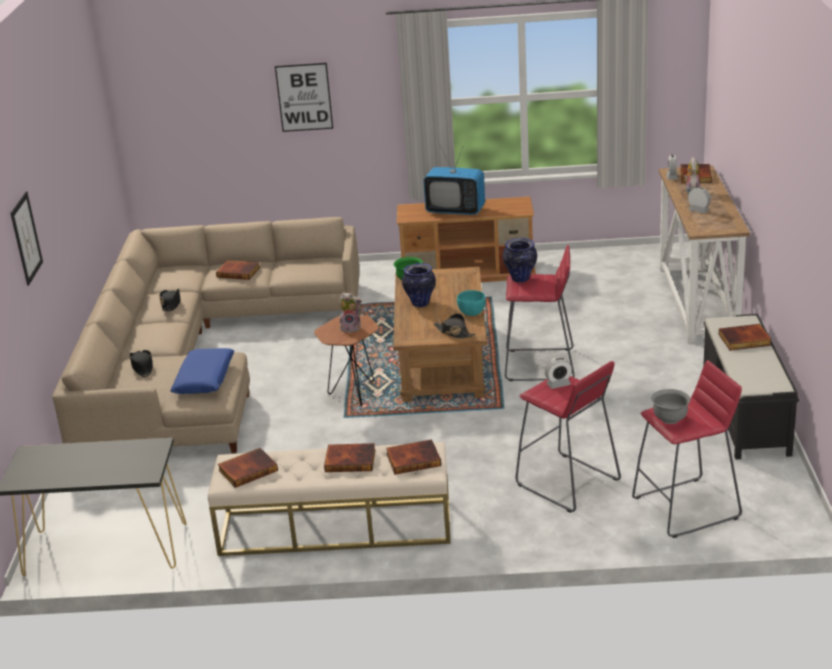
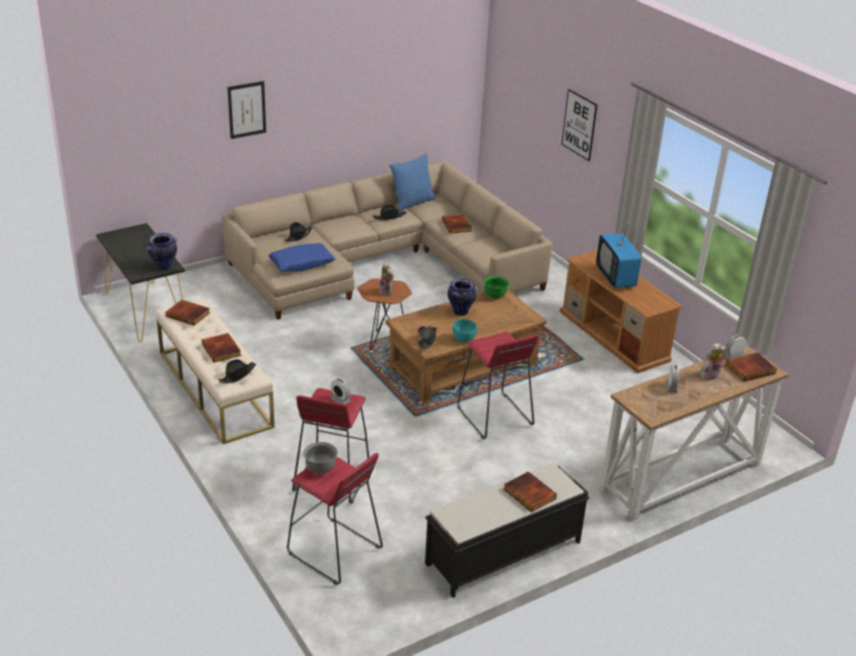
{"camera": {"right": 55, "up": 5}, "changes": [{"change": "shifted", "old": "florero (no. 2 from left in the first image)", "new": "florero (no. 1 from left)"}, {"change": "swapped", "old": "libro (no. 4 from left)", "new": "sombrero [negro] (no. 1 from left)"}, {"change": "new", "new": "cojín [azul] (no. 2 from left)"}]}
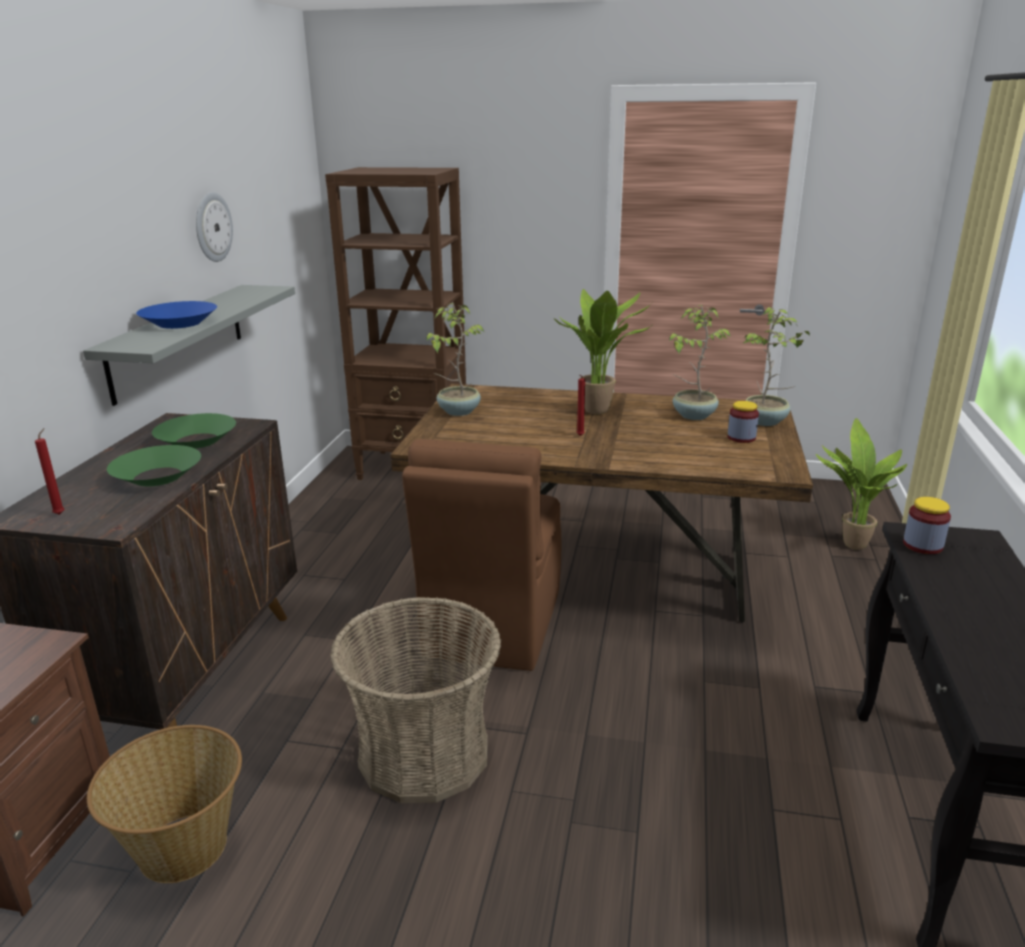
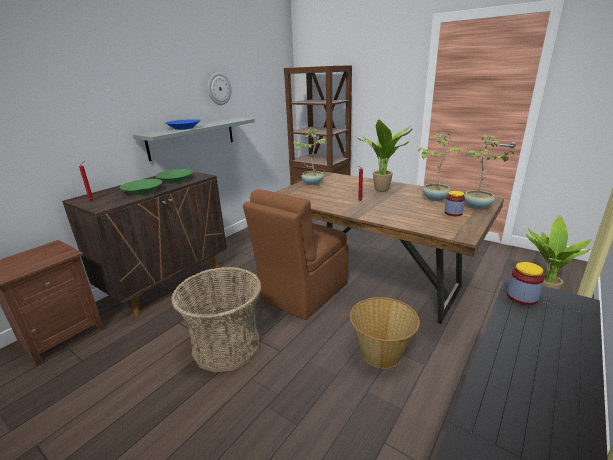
{"camera": {"right": 25, "up": 0}, "changes": [{"change": "shifted", "old": "cesta (no. 1 from left in the first image)", "new": "cesta (no. 2 from left)"}]}
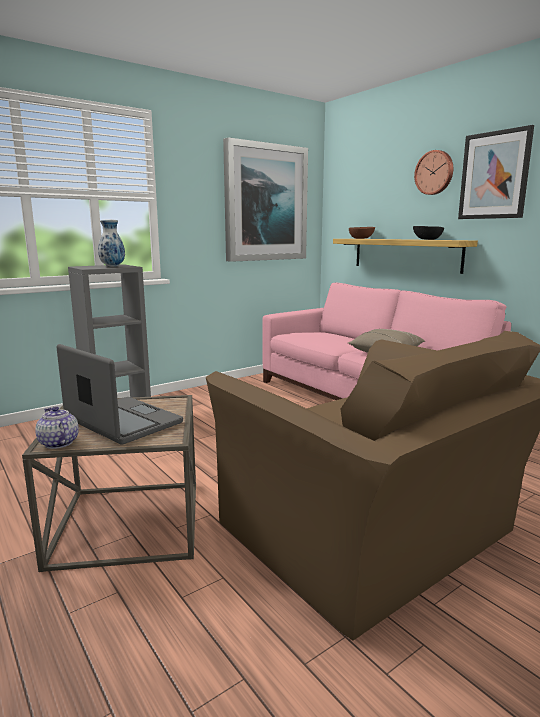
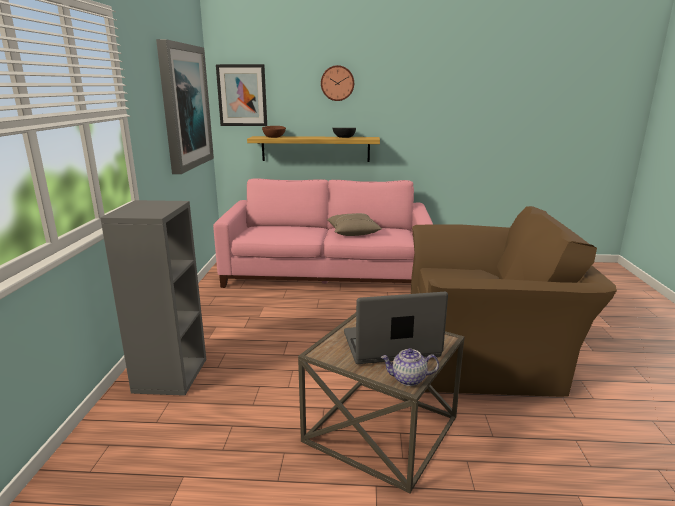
{"camera": {"right": -50, "up": 5}, "changes": [{"change": "shifted", "old": "cuadro (no. 2 from left)"}, {"change": "gone", "old": "florero"}]}
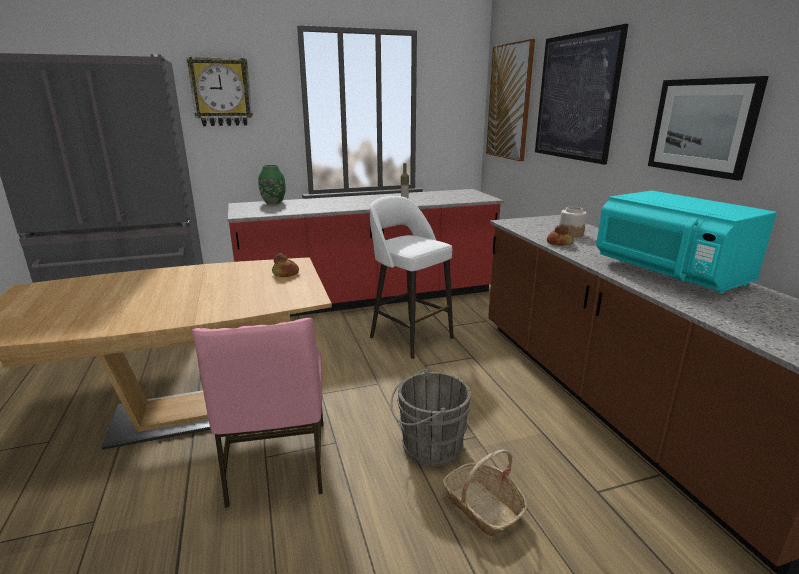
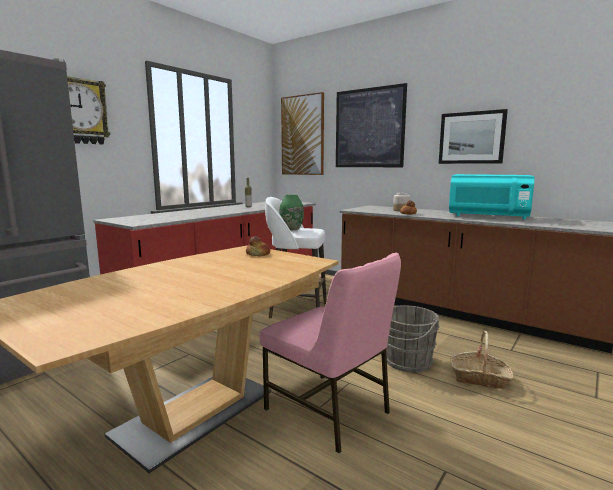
{"camera": {"right": -35, "up": -10}, "changes": [{"change": "shifted", "old": "florero [verde]"}]}
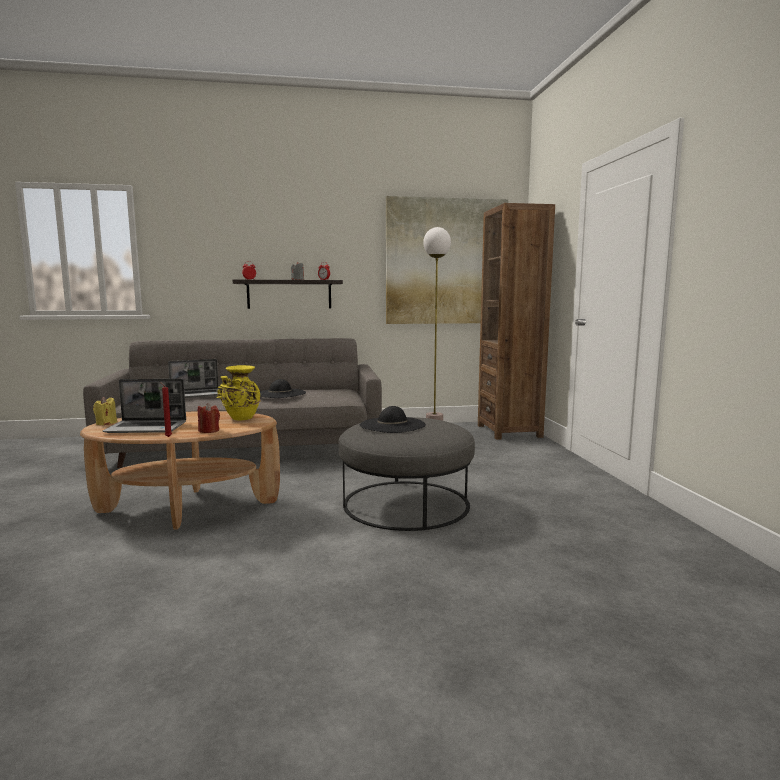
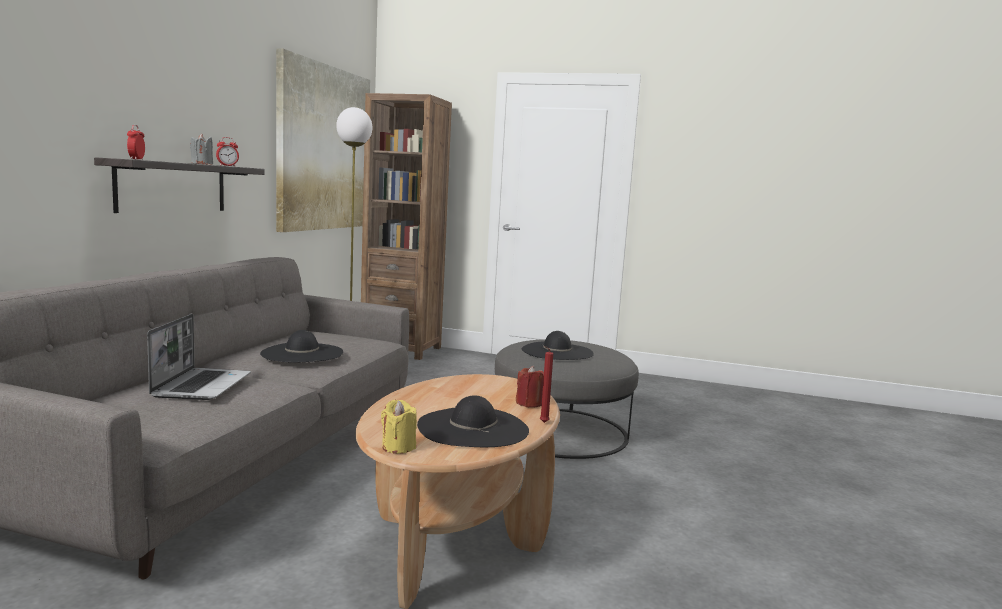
{"camera": {"right": -65, "up": 0}, "changes": [{"change": "gone", "old": "florero [amarillo]"}, {"change": "swapped", "old": "portátil (no. 1 from left)", "new": "sombrero [negro] (no. 2 from left)"}]}
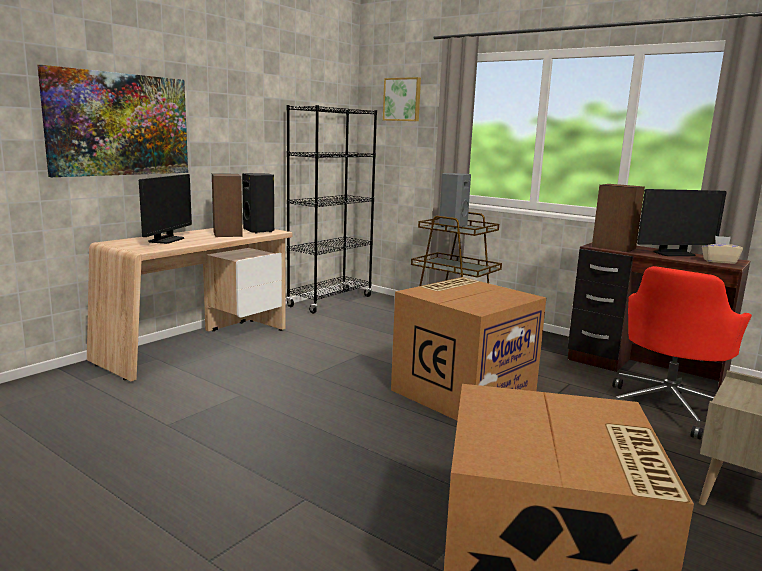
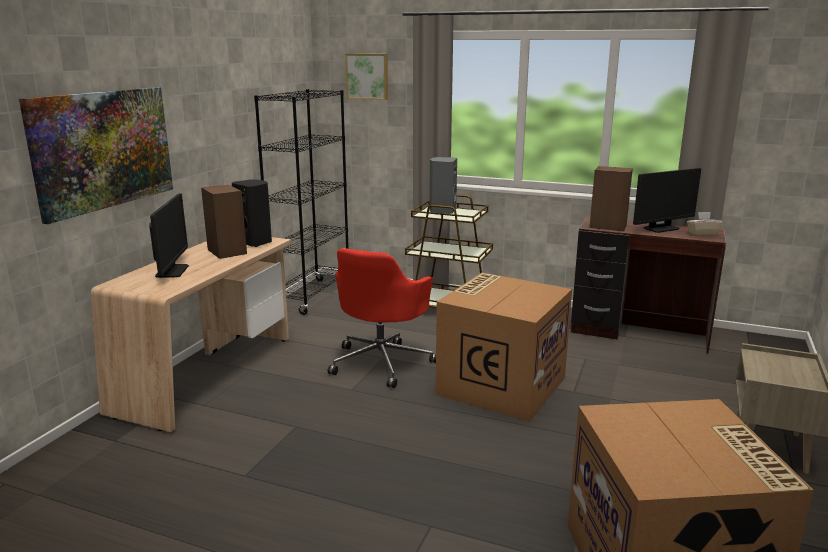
{"camera": {"right": -15, "up": 5}, "changes": [{"change": "shifted", "old": "silla de oficina [rojo]"}]}
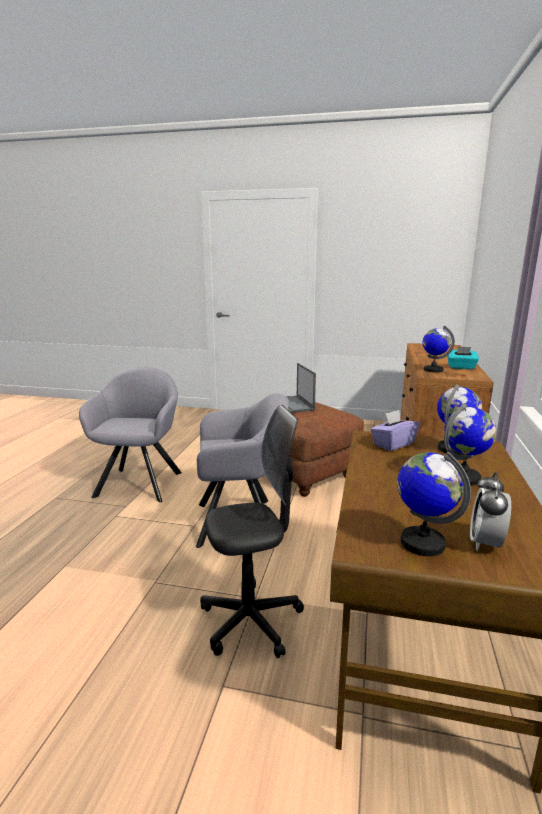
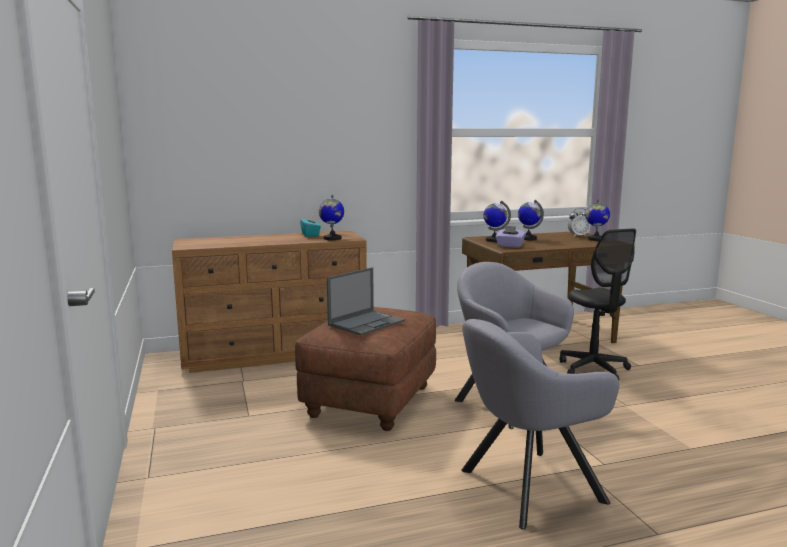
{"camera": {"right": -120, "up": -5}, "changes": [{"change": "rotated", "old": "silla de oficina [negro]", "degrees": -150}]}
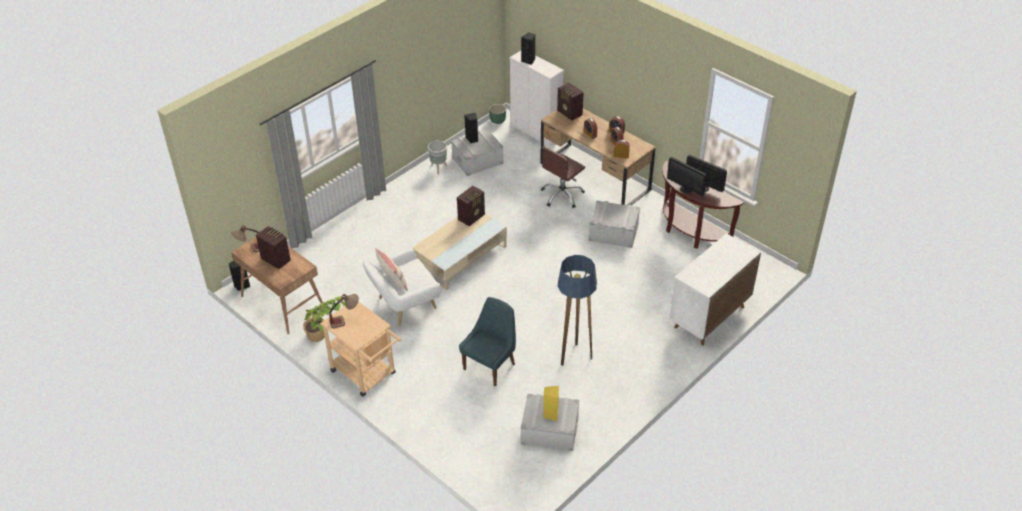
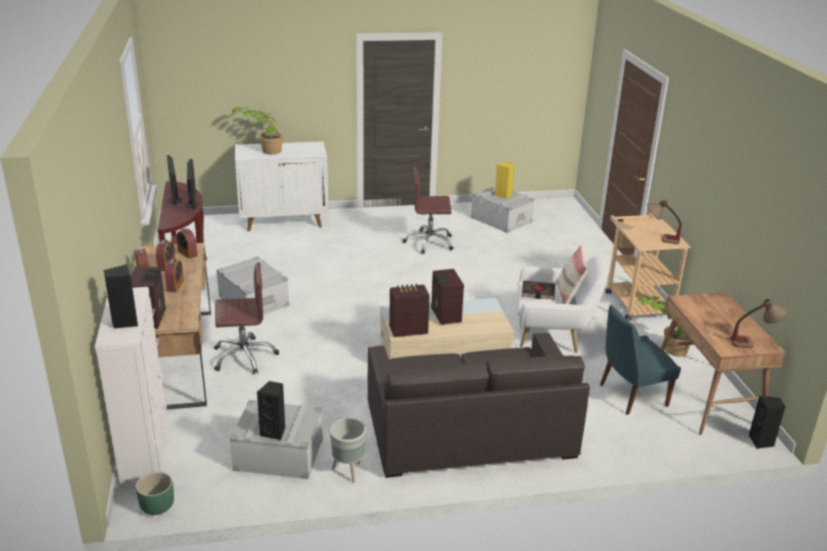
{"camera": {"right": -145, "up": -15}, "changes": [{"change": "shifted", "old": "radio (no. 1 from left in the first image)", "new": "radio (no. 3 from left)"}, {"change": "swapped", "old": "lámpara de pie", "new": "silla de oficina [marrón] (no. 2 from left)"}, {"change": "shifted", "old": "silla [azul]"}, {"change": "new", "new": "planta en maceta (no. 1 from left)"}, {"change": "new", "new": "libro [negro]"}, {"change": "new", "new": "sofá [gris]"}]}
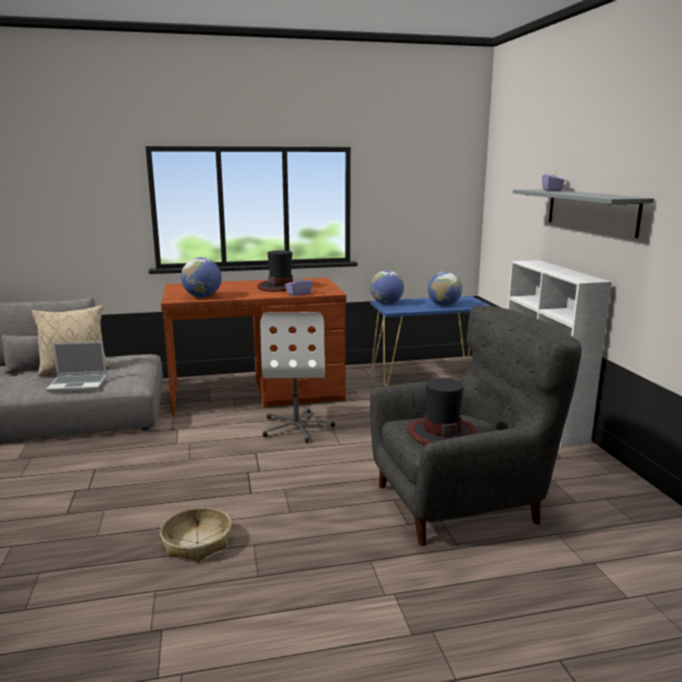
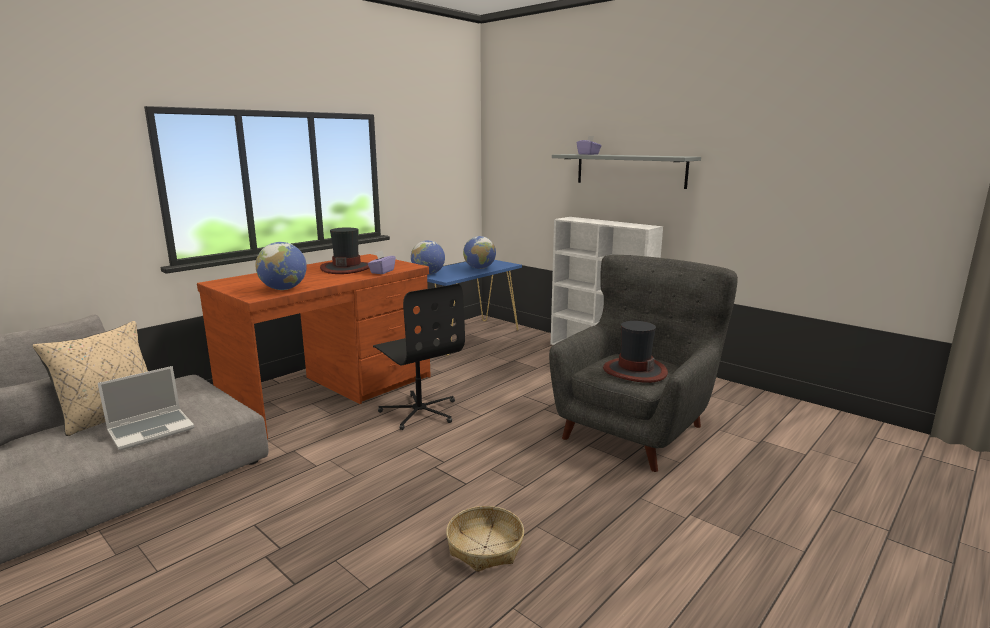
{"camera": {"right": -35, "up": 0}, "changes": [{"change": "repainted", "old": "silla de oficina [blanco]", "new": "silla de oficina [negro]"}]}
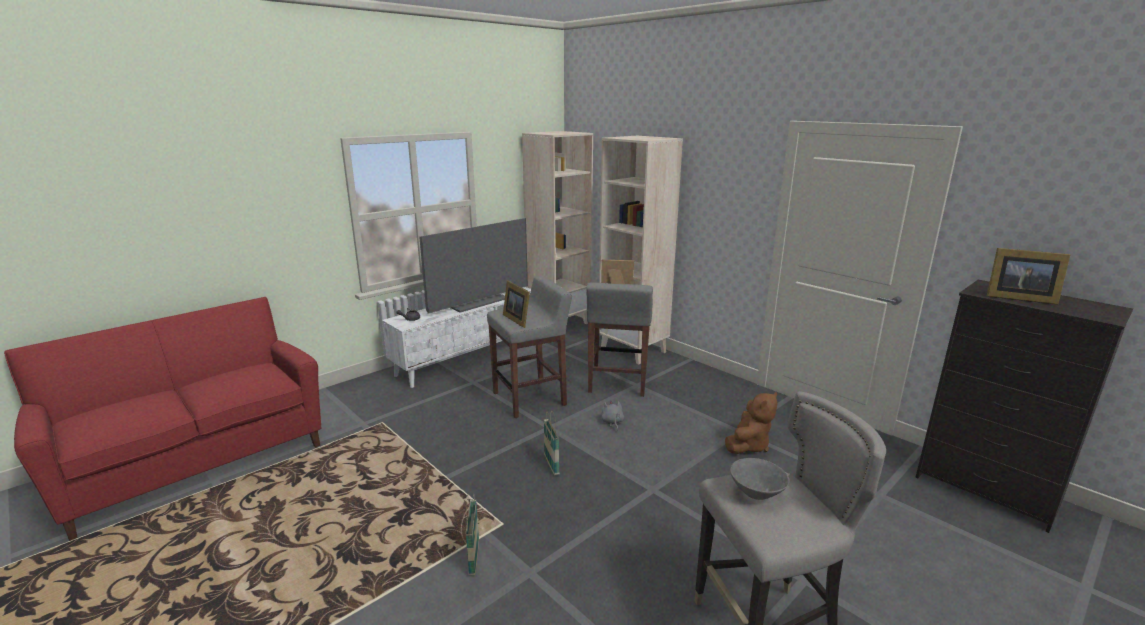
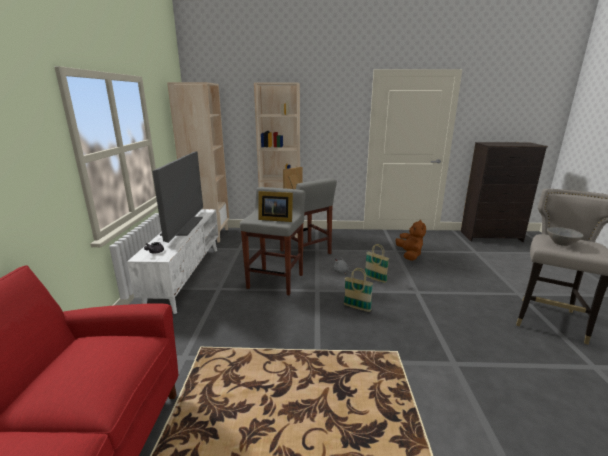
{"camera": {"right": -45, "up": 0}, "changes": [{"change": "gone", "old": "portarretratos (no. 3 from left)"}, {"change": "shifted", "old": "cesta (no. 1 from left in the first image)", "new": "cesta (no. 2 from left)"}]}
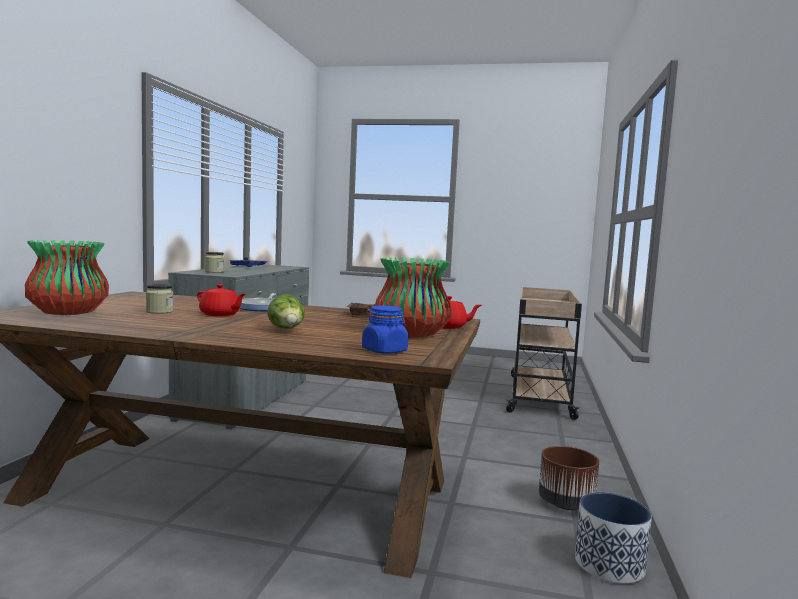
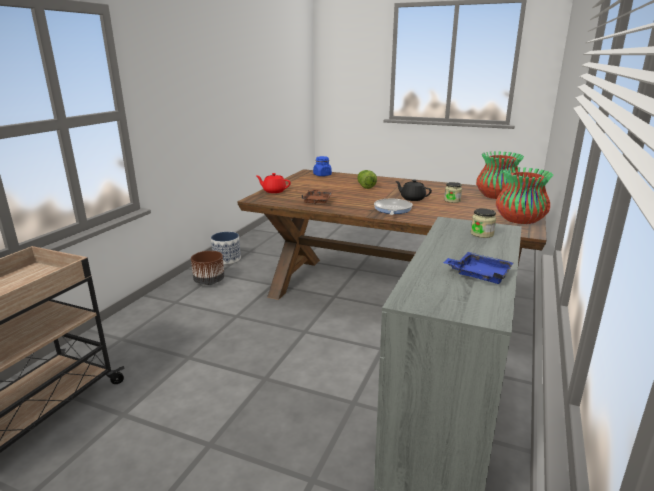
{"camera": {"right": -170, "up": 15}, "changes": [{"change": "shifted", "old": "florero (no. 2 from left)"}, {"change": "repainted", "old": "tetera [rojo] (no. 1 from left)", "new": "tetera [negro]"}]}
